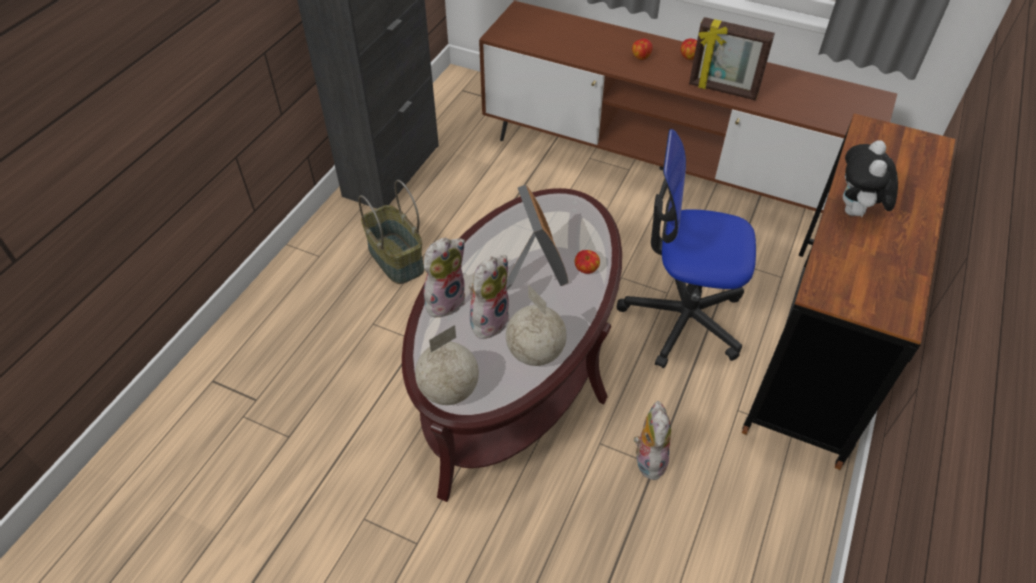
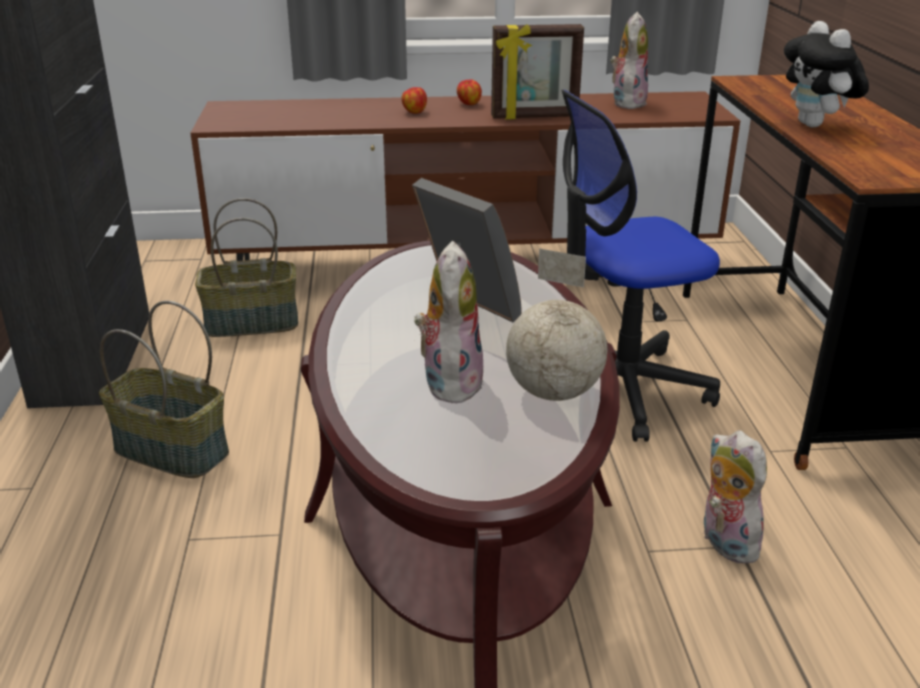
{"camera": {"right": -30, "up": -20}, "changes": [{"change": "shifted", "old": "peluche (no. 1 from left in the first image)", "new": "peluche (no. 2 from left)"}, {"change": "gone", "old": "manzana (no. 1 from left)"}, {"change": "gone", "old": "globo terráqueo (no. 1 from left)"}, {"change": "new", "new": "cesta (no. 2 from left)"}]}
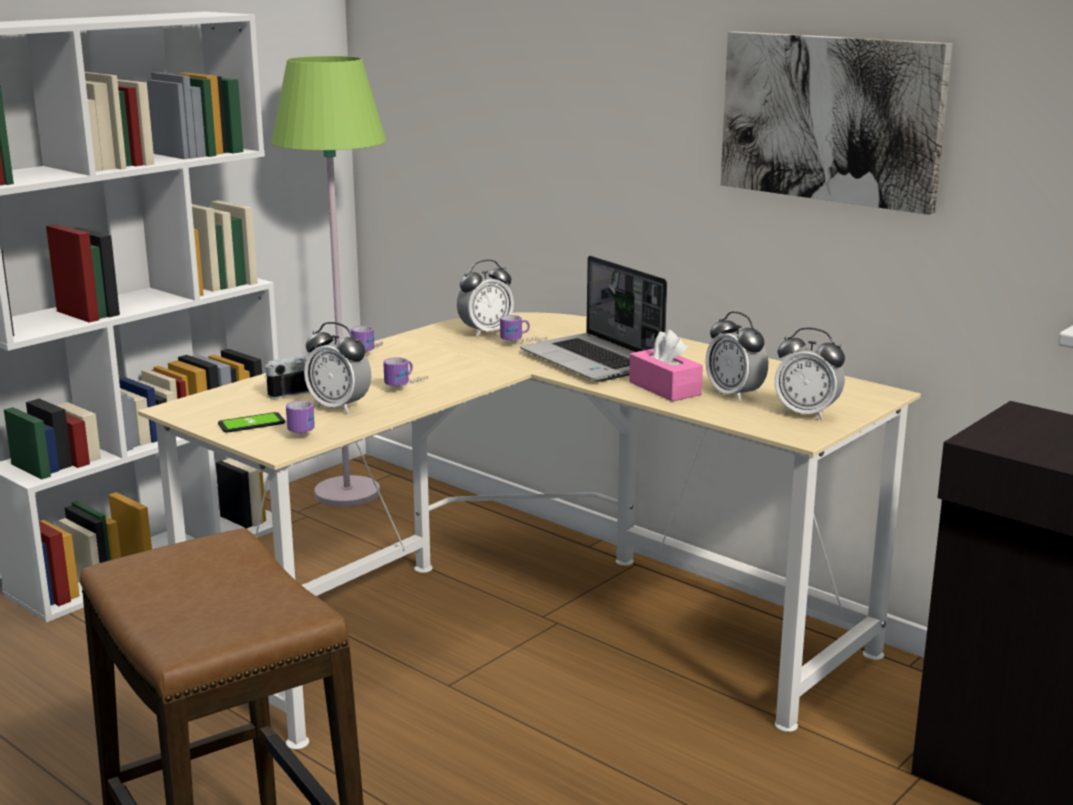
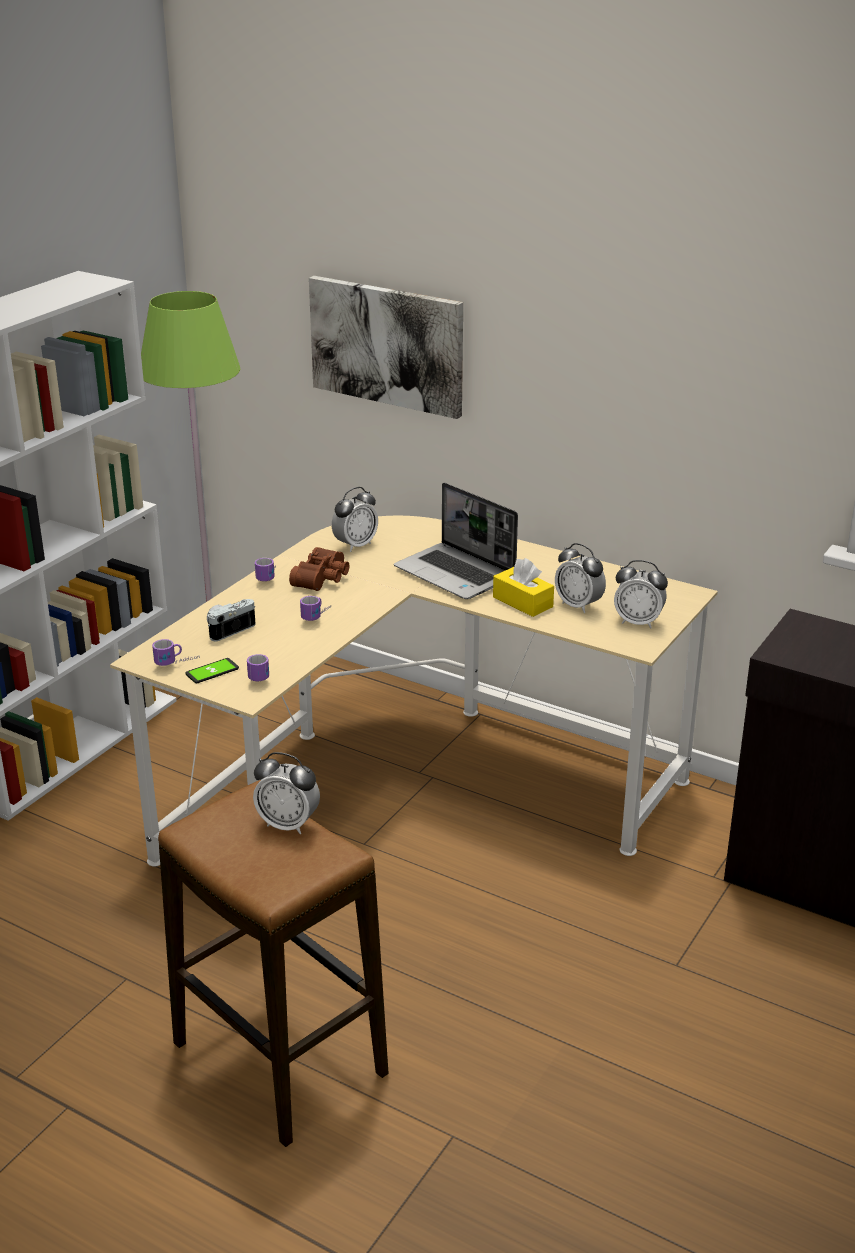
{"camera": {"right": -10, "up": 10}, "changes": [{"change": "shifted", "old": "cuadro"}, {"change": "shifted", "old": "taza grande (no. 4 from left in the first image)", "new": "taza grande (no. 1 from left)"}, {"change": "shifted", "old": "despertador (no. 1 from left)"}, {"change": "repainted", "old": "caja de pañuelos [rosa]", "new": "caja de pañuelos [amarillo]"}, {"change": "new", "new": "prismáticos [marrón]"}]}
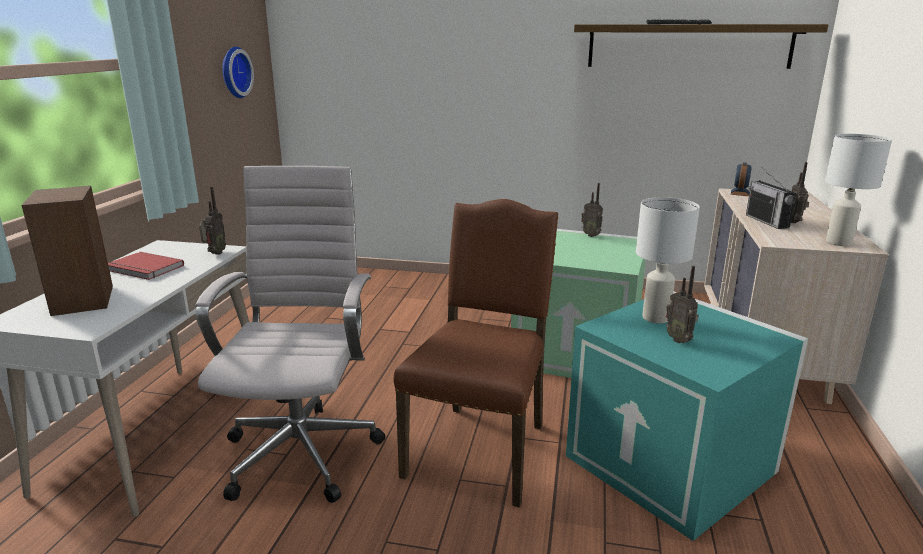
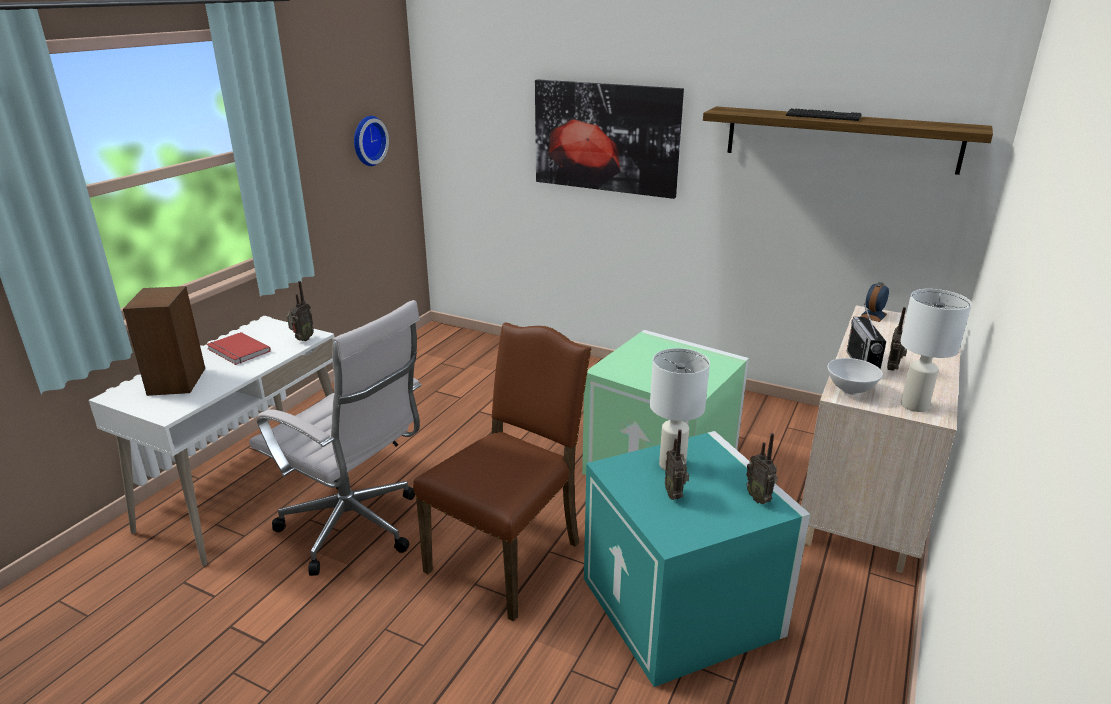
{"camera": {"right": 15, "up": 5}, "changes": [{"change": "rotated", "old": "silla de oficina [blanco]", "degrees": 105}, {"change": "shifted", "old": "radio (no. 2 from left in the first image)", "new": "radio (no. 3 from left)"}, {"change": "new", "new": "cuadro"}, {"change": "new", "new": "cuenco [blanco]"}]}
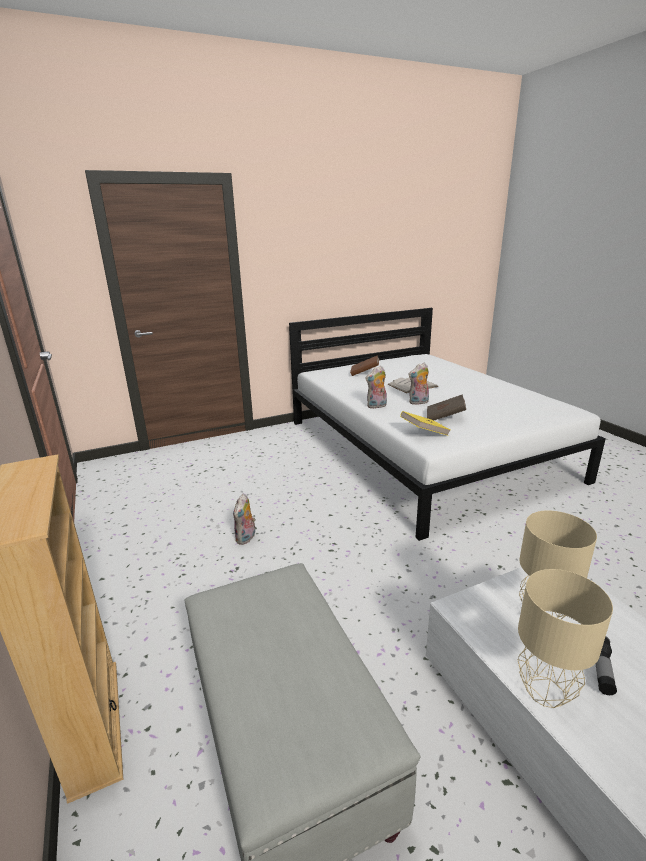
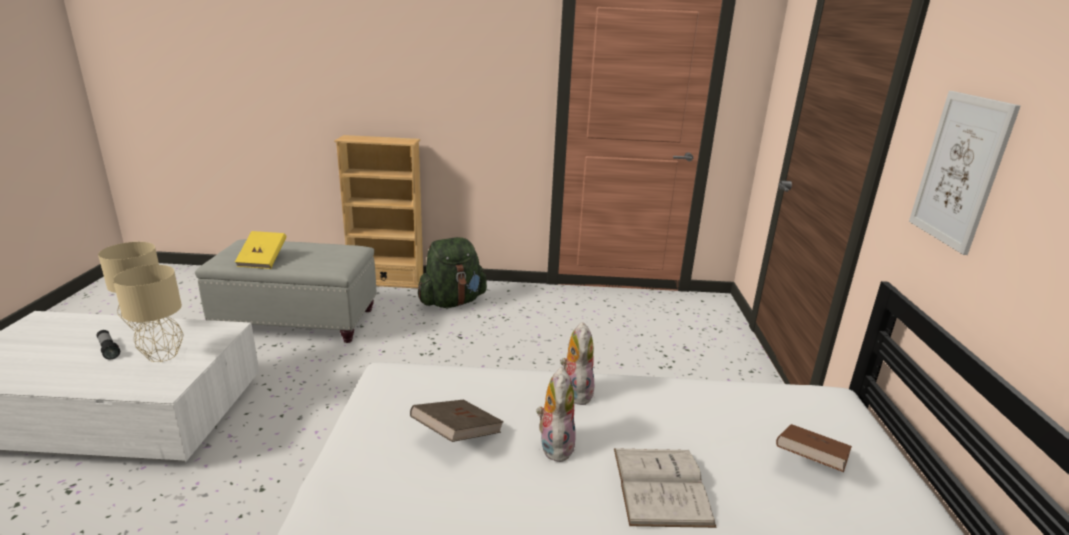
{"camera": {"right": 115, "up": 0}, "changes": [{"change": "shifted", "old": "libro [amarillo]"}, {"change": "gone", "old": "peluche (no. 1 from left)"}, {"change": "new", "new": "cuadro"}, {"change": "new", "new": "mochila [verde]"}]}
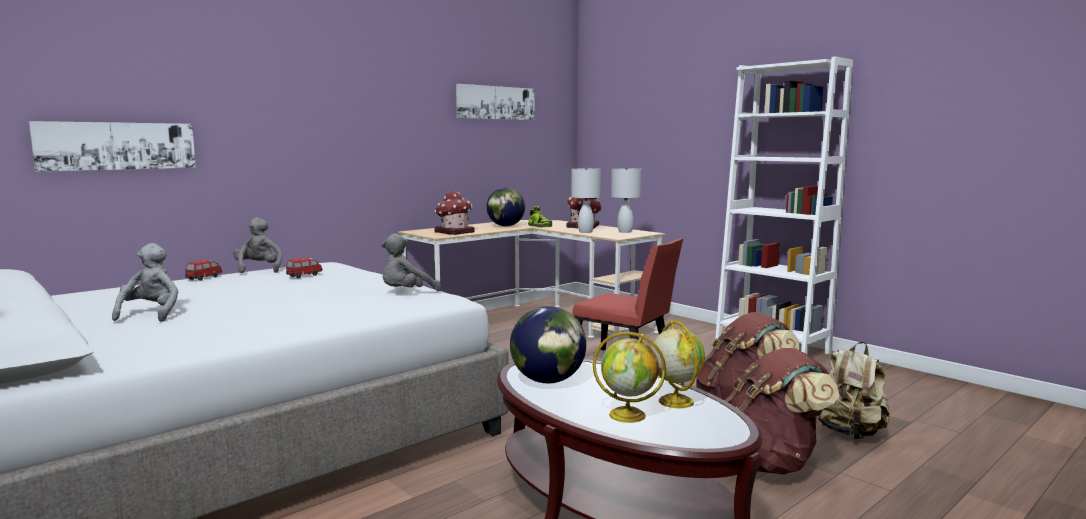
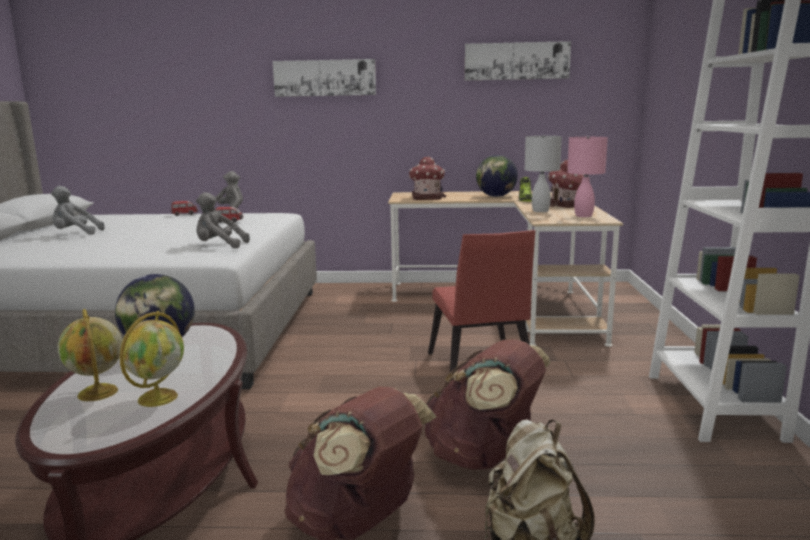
{"camera": {"right": 45, "up": 5}, "changes": [{"change": "shifted", "old": "cuadro (no. 1 from left)"}, {"change": "repainted", "old": "lámpara de mesa [blanco] (no. 2 from left)", "new": "lámpara de mesa [rosa]"}, {"change": "rotated", "old": "peluche [gris] (no. 1 from left)", "degrees": -135}]}
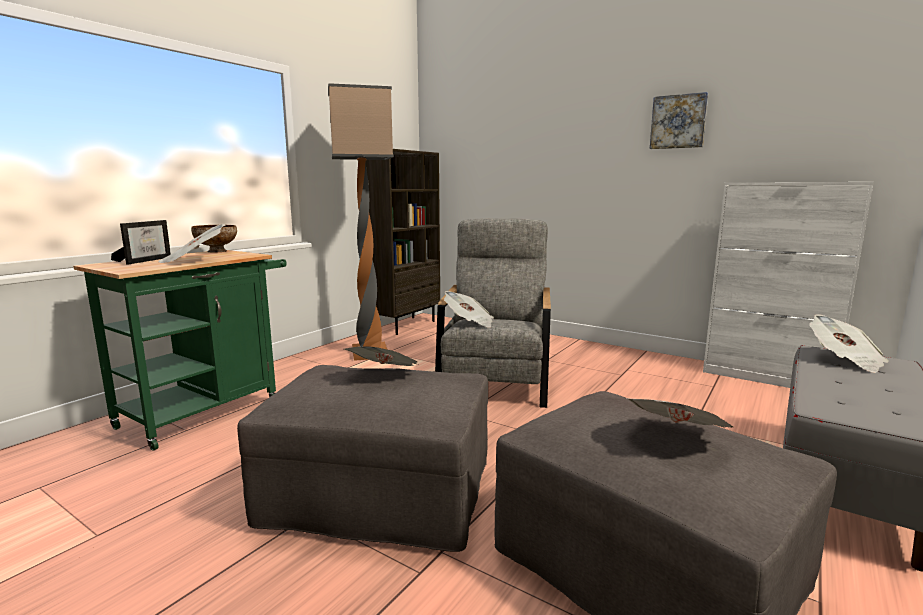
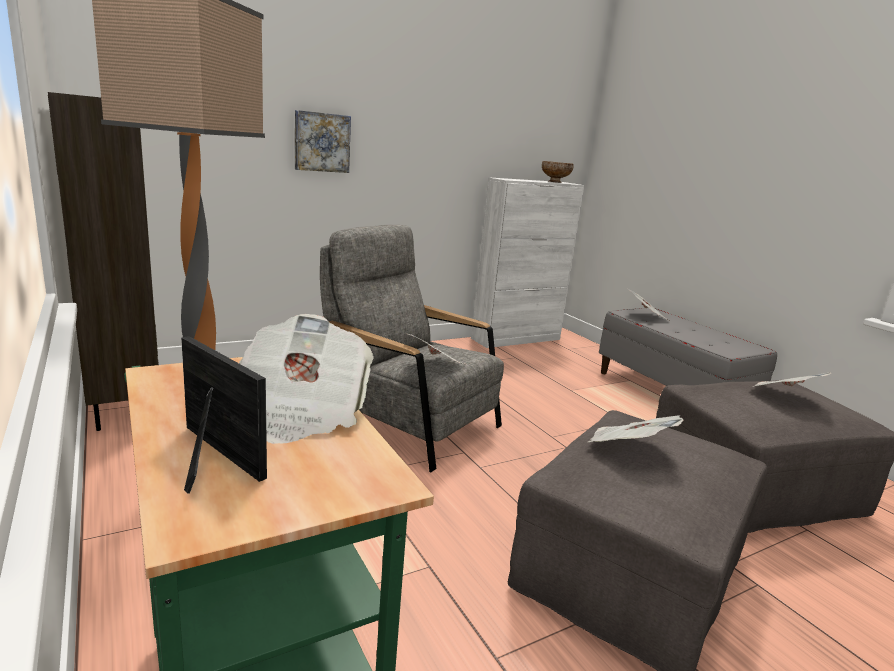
{"camera": {"right": -65, "up": 5}, "changes": [{"change": "shifted", "old": "cuadro"}, {"change": "shifted", "old": "cuenco"}]}
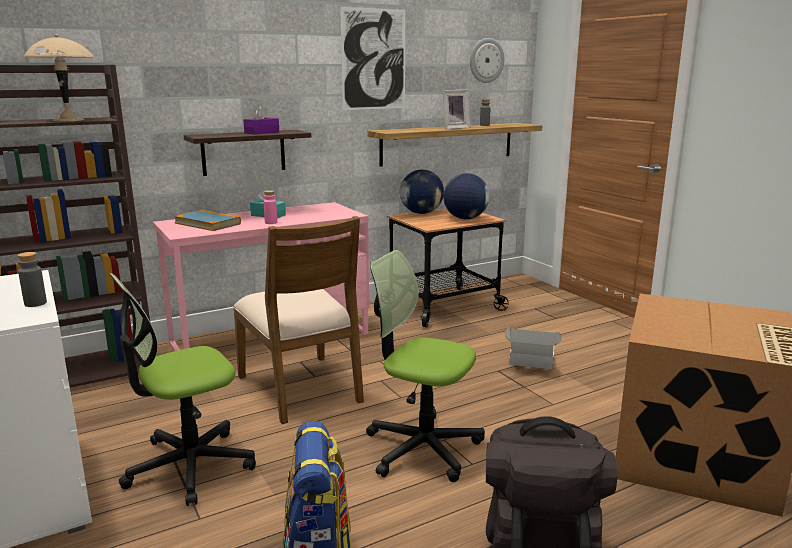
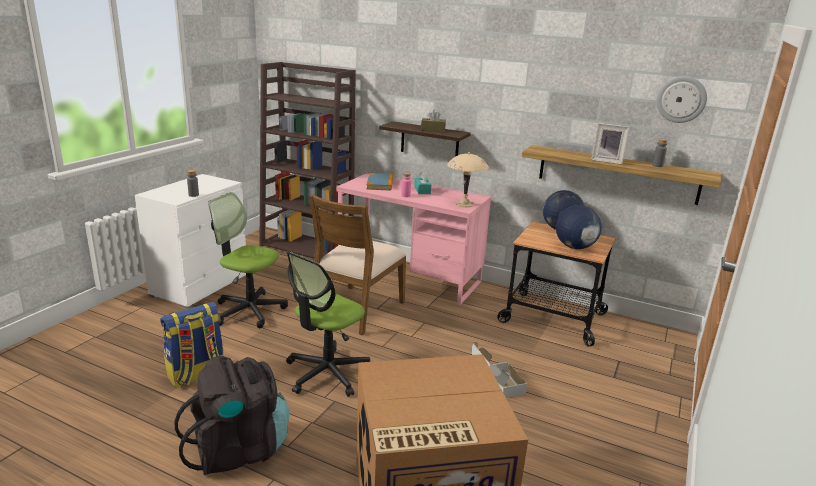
{"camera": {"right": 55, "up": 5}, "changes": [{"change": "gone", "old": "cuadro"}, {"change": "shifted", "old": "lámpara de mesa [beis]"}, {"change": "repainted", "old": "caja de pañuelos [morado]", "new": "caja de pañuelos [marrón]"}, {"change": "rotated", "old": "silla de oficina (no. 2 from left)", "degrees": -135}]}
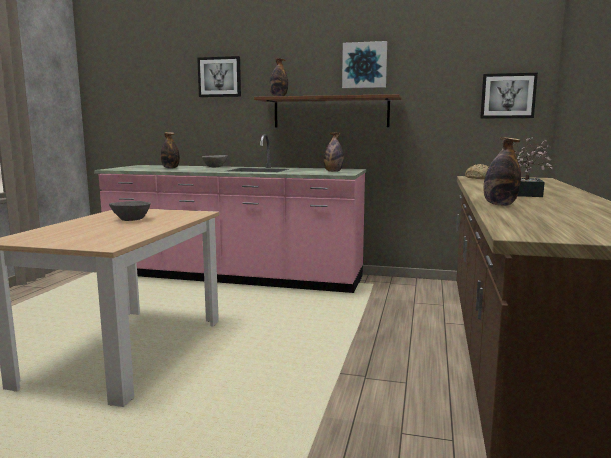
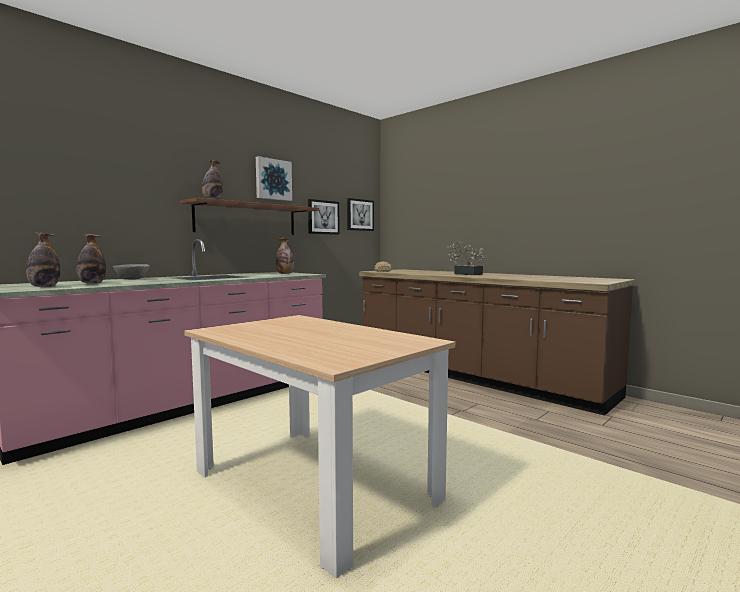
{"camera": {"right": -60, "up": -5}, "changes": [{"change": "shifted", "old": "cuadro (no. 1 from left in the first image)", "new": "cuadro (no. 2 from left)"}, {"change": "shifted", "old": "botella (no. 4 from left in the first image)", "new": "botella (no. 1 from left)"}, {"change": "gone", "old": "cuenco [gris] (no. 1 from left)"}]}
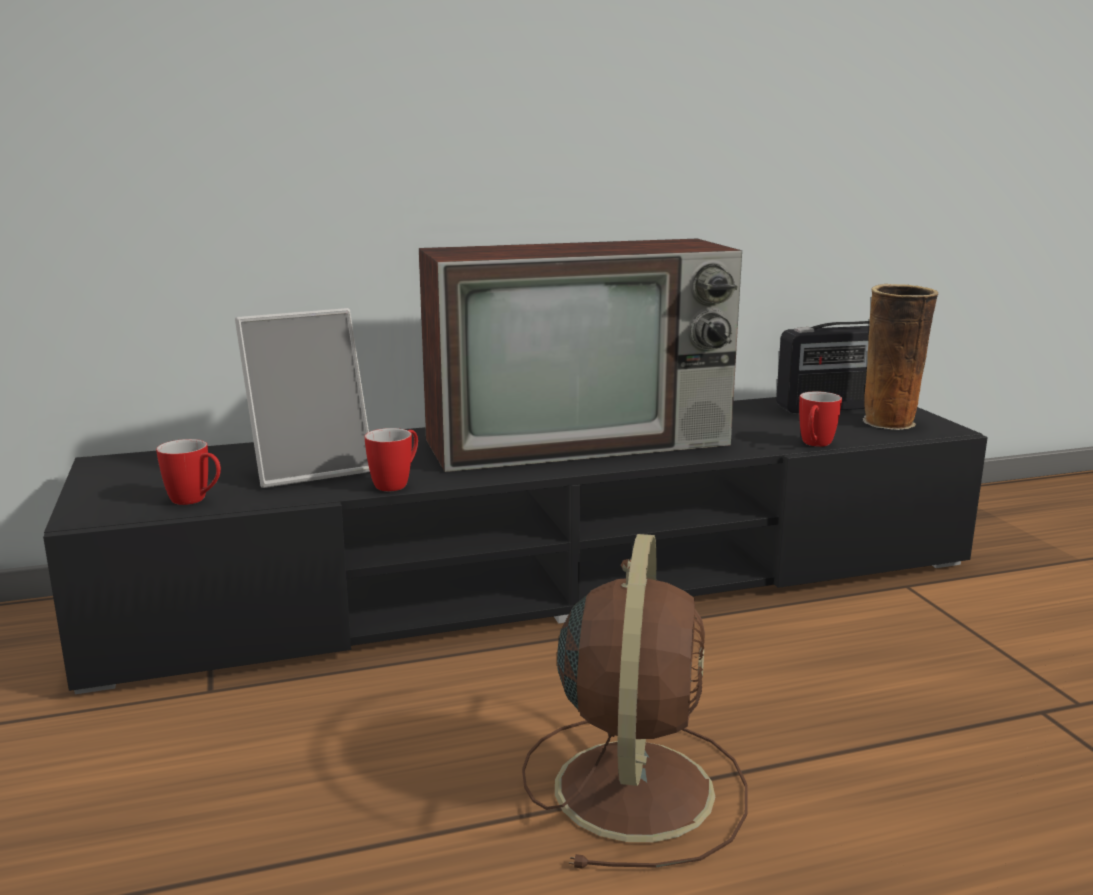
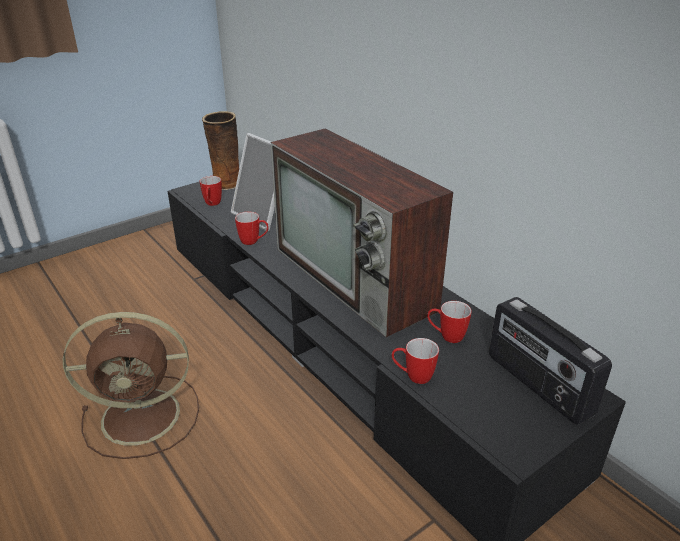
{"camera": {"right": 70, "up": 15}, "changes": [{"change": "shifted", "old": "florero"}, {"change": "new", "new": "taza grande (no. 4 from left)"}]}
